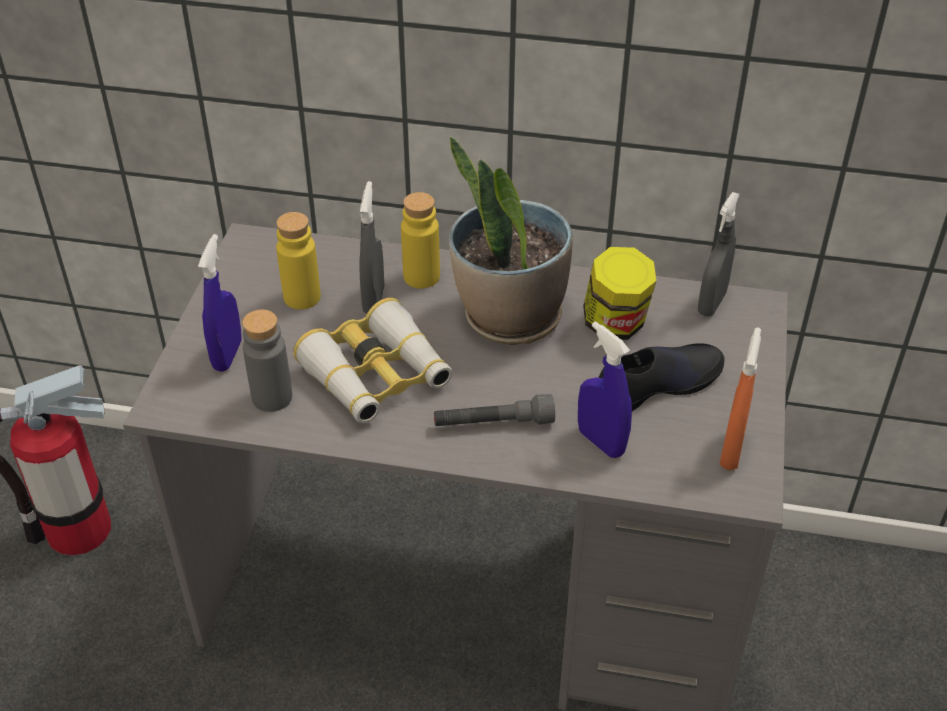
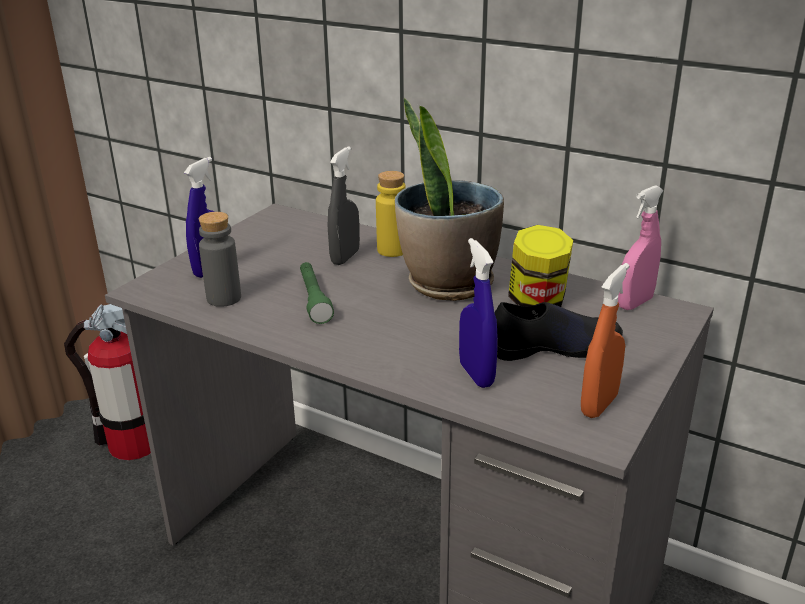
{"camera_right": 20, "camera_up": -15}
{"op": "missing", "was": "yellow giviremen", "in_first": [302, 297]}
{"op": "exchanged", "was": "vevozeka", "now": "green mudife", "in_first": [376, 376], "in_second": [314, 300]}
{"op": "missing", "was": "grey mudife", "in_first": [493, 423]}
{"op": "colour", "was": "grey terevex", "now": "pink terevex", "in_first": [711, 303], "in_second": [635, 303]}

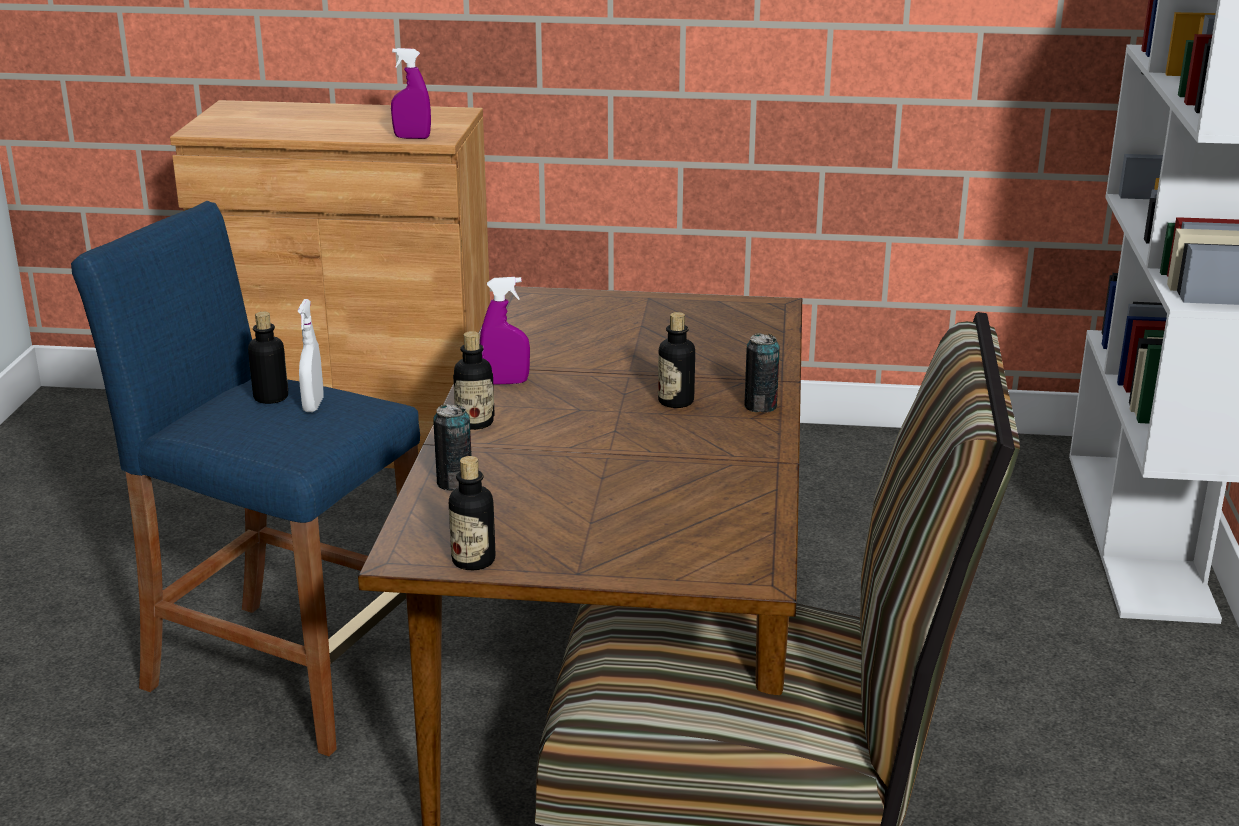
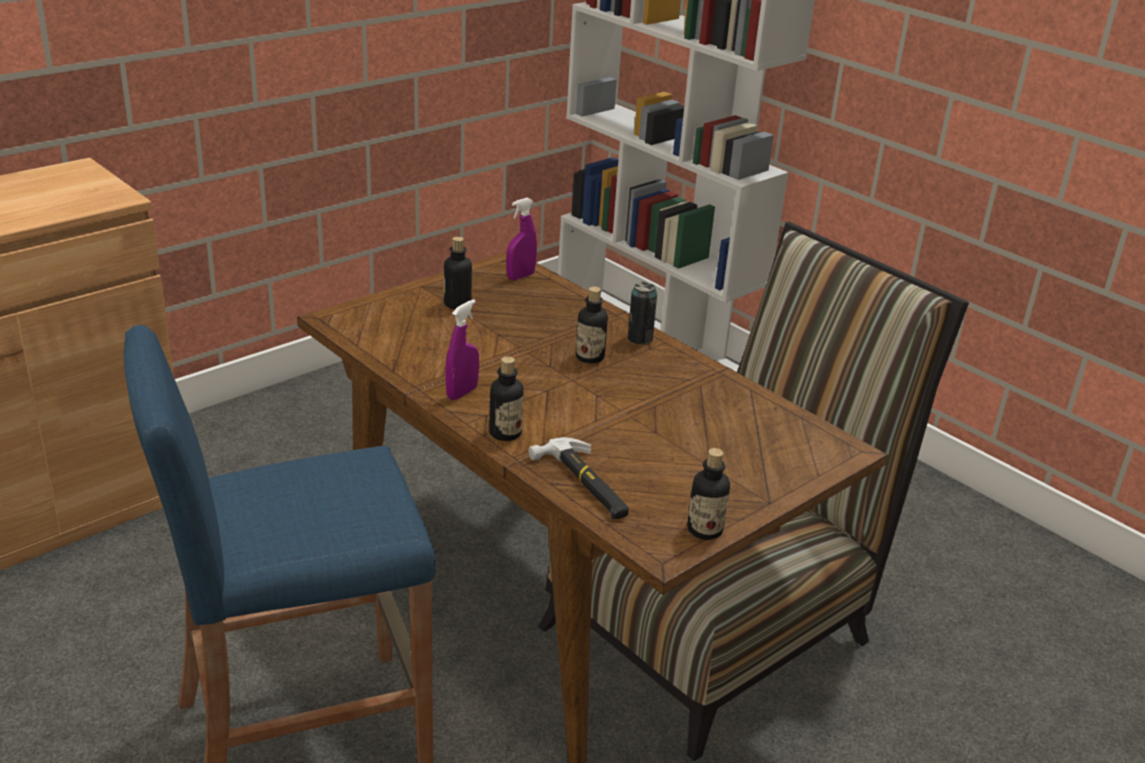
{"camera_right": -50, "camera_up": 5}
{"op": "relocated", "was": "giviremen", "in_first": [271, 397], "in_second": [457, 304]}
{"op": "missing", "was": "white terevex", "in_first": [313, 405]}
{"op": "relocated", "was": "purple terevex", "in_first": [412, 137], "in_second": [520, 276]}
{"op": "exchanged", "was": "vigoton", "now": "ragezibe", "in_first": [455, 483], "in_second": [584, 484]}

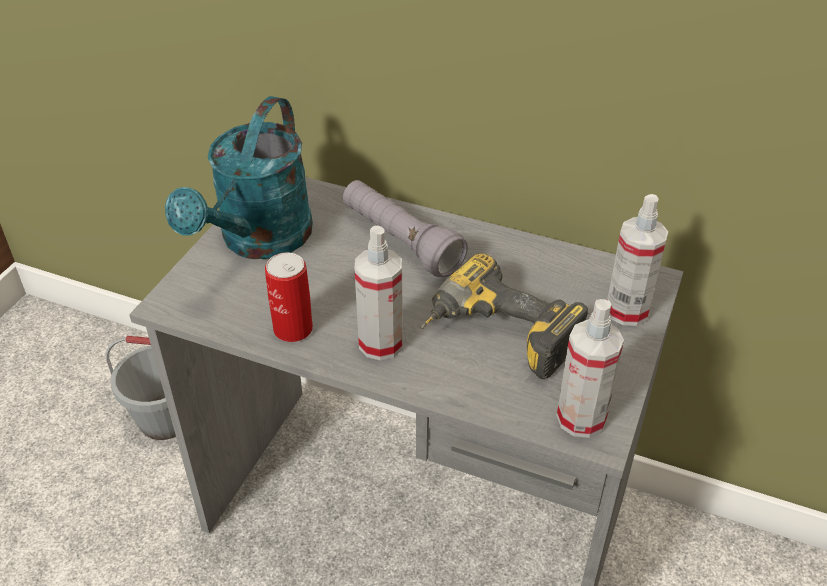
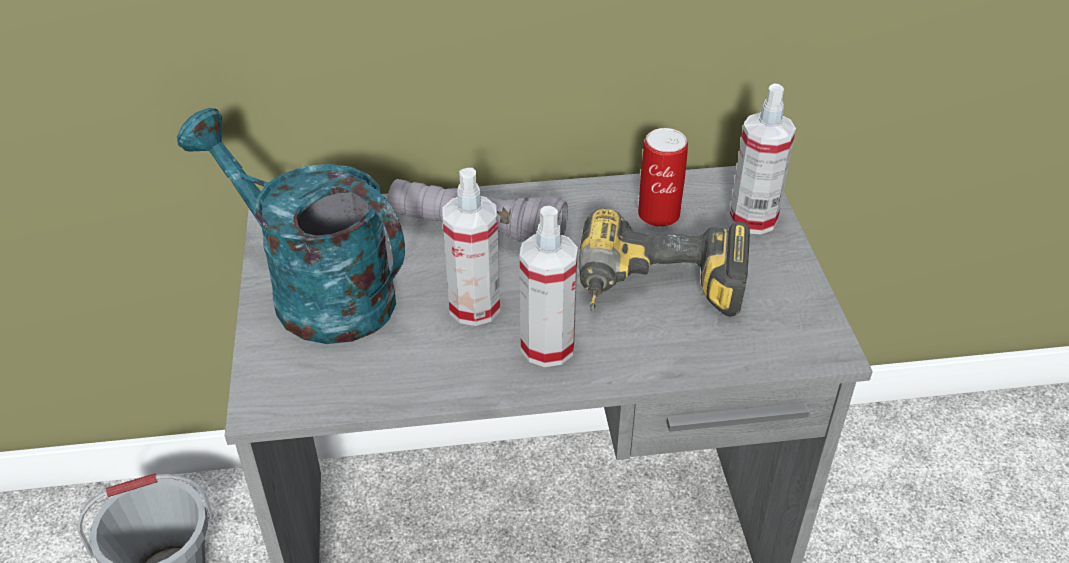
{"camera_right": -30, "camera_up": 0}
{"op": "spun", "was": "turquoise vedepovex", "in_first": [259, 242], "in_second": [315, 291], "clockwise": 135}
{"op": "relocated", "was": "vigoton", "in_first": [293, 329], "in_second": [658, 214]}
{"op": "relocated", "was": "terevex", "in_first": [581, 418], "in_second": [474, 307]}

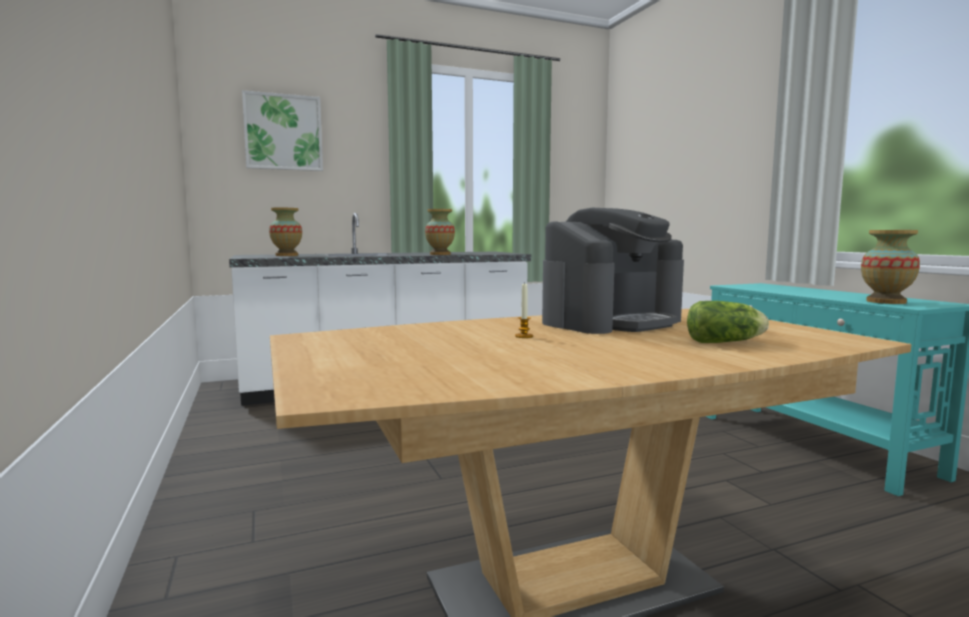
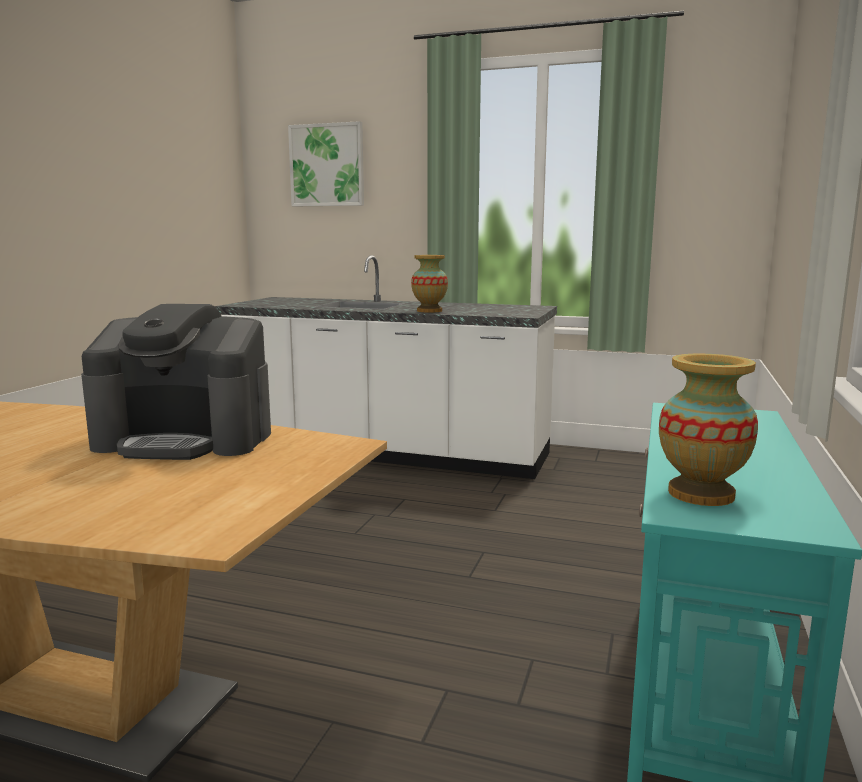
{"camera_right": 40, "camera_up": 5}
{"op": "missing", "was": "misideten", "in_first": [287, 255]}
{"op": "missing", "was": "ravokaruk", "in_first": [524, 336]}
{"op": "missing", "was": "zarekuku", "in_first": [727, 342]}

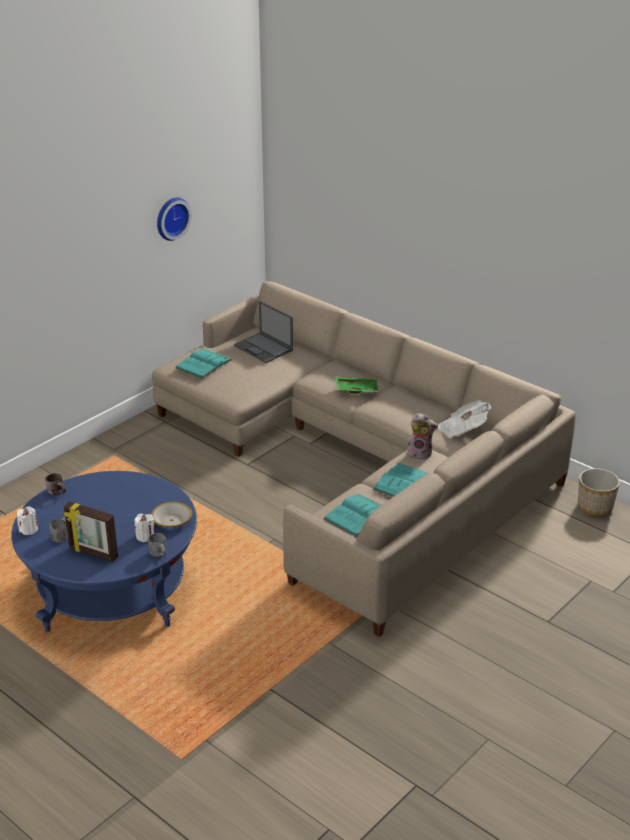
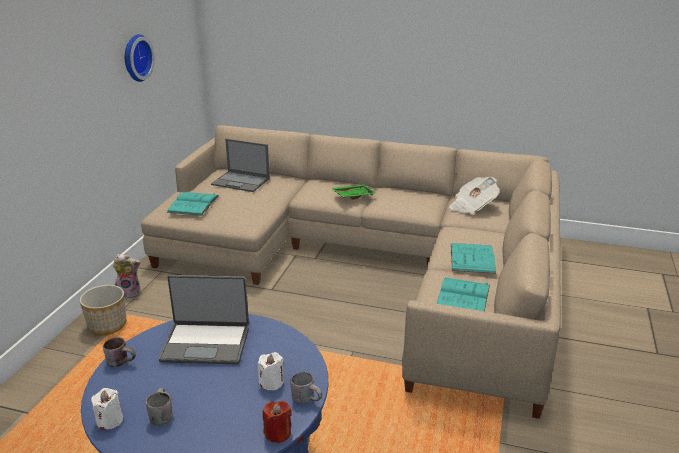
{"camera_right": -25, "camera_up": -5}
{"op": "missing", "was": "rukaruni", "in_first": [93, 553]}
{"op": "missing", "was": "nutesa", "in_first": [171, 521]}
{"op": "relocated", "was": "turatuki", "in_first": [420, 454], "in_second": [130, 293]}
{"op": "relocated", "was": "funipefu", "in_first": [595, 506], "in_second": [108, 325]}
{"op": "appeared", "now": "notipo", "in_second": [206, 343]}
{"op": "appeared", "now": "red ravokaruk", "in_second": [278, 433]}

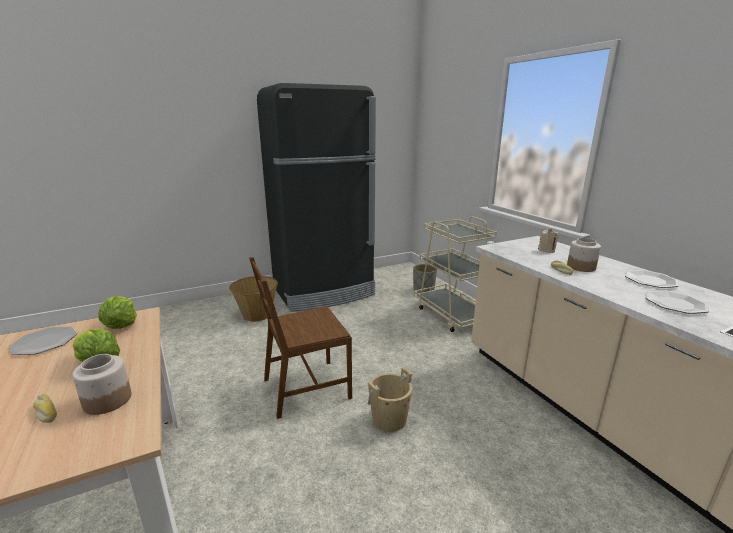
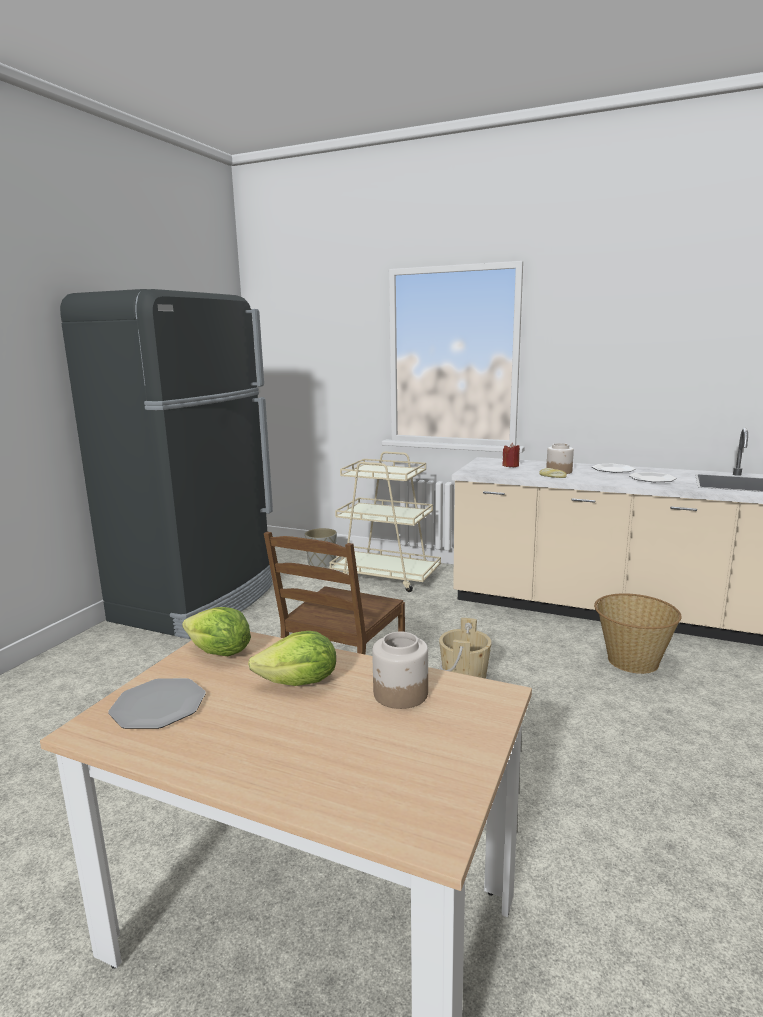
{"camera_right": -40, "camera_up": -5}
{"op": "missing", "was": "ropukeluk", "in_first": [45, 412]}
{"op": "relocated", "was": "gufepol", "in_first": [257, 314], "in_second": [631, 661]}
{"op": "colour", "was": "beige ravokaruk", "now": "red ravokaruk", "in_first": [546, 250], "in_second": [511, 466]}

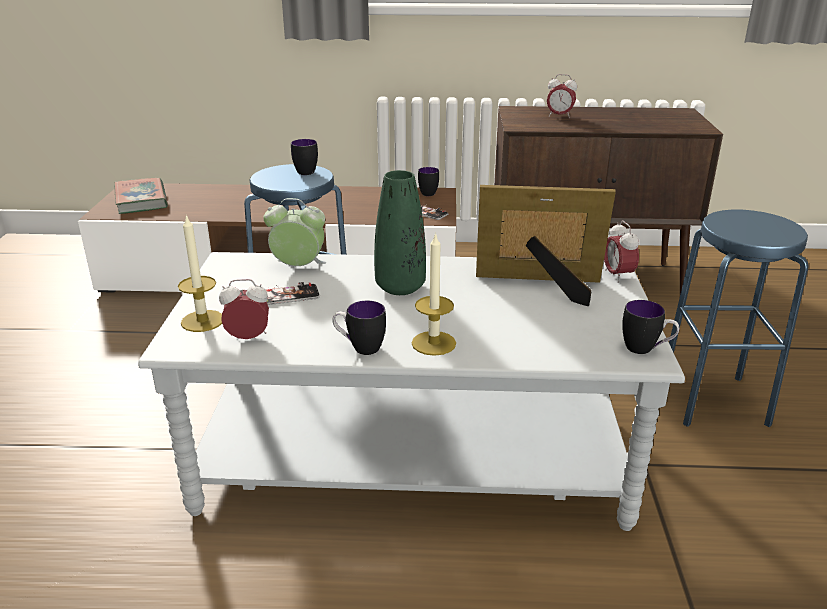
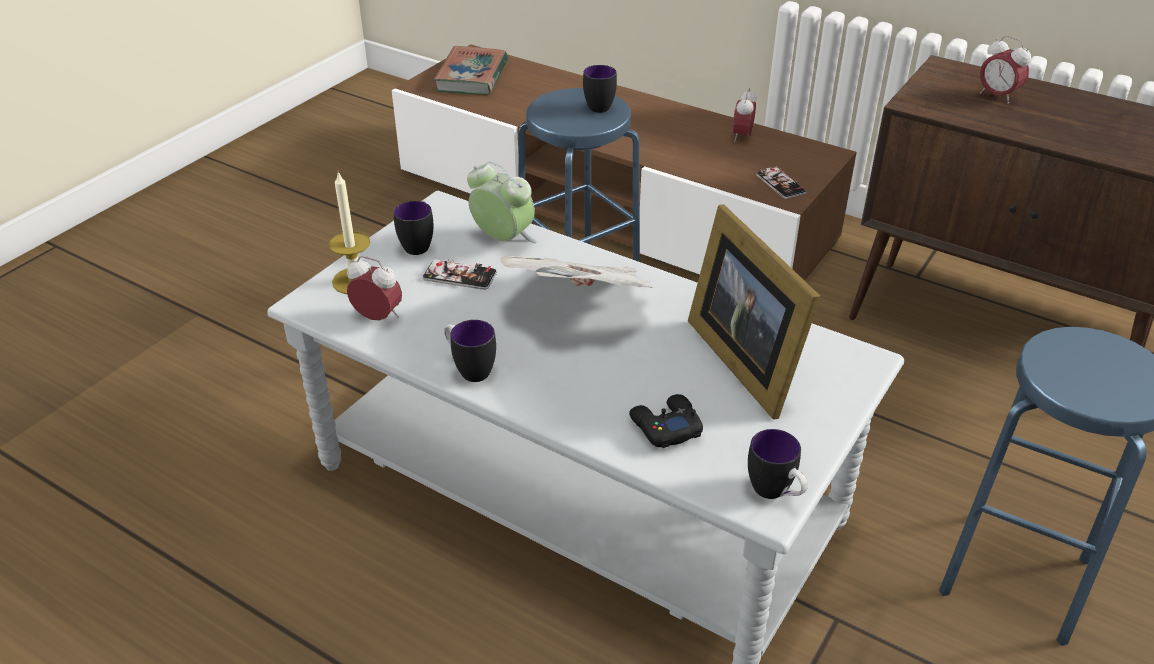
{"camera_right": 30, "camera_up": 10}
{"op": "exchanged", "was": "green misideten", "now": "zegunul", "in_first": [400, 287], "in_second": [582, 304]}
{"op": "missing", "was": "ravokaruk", "in_first": [433, 343]}
{"op": "relocated", "was": "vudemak", "in_first": [426, 192], "in_second": [419, 244]}
{"op": "spun", "was": "rukaruni", "in_first": [542, 286], "in_second": [746, 358], "clockwise": -150}
{"op": "relocated", "was": "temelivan", "in_first": [617, 276], "in_second": [742, 136]}
{"op": "appeared", "now": "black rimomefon", "in_second": [665, 427]}

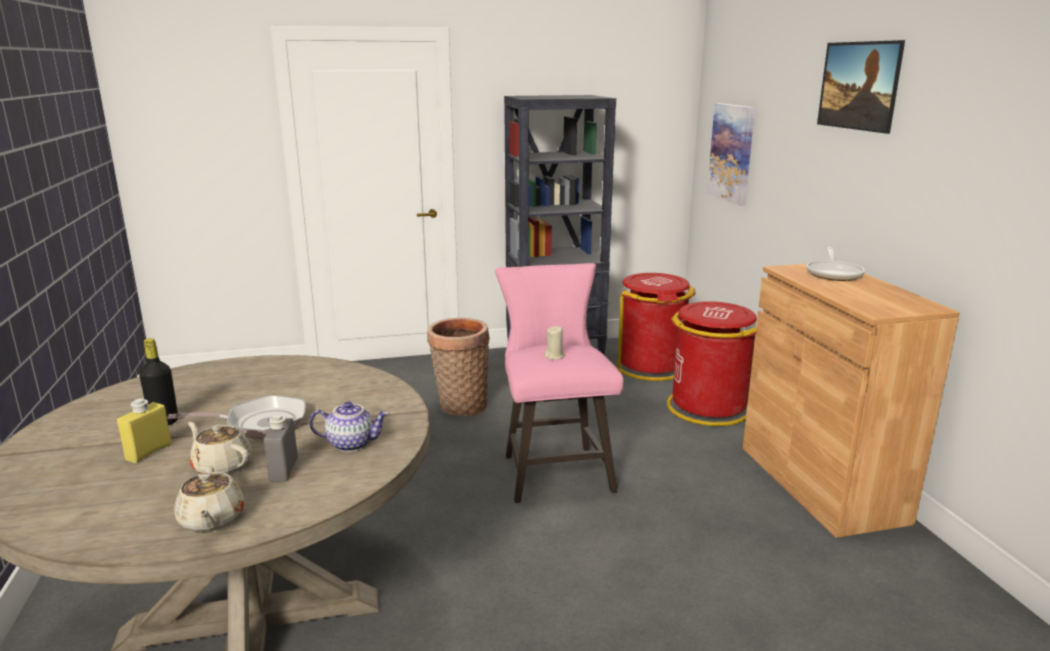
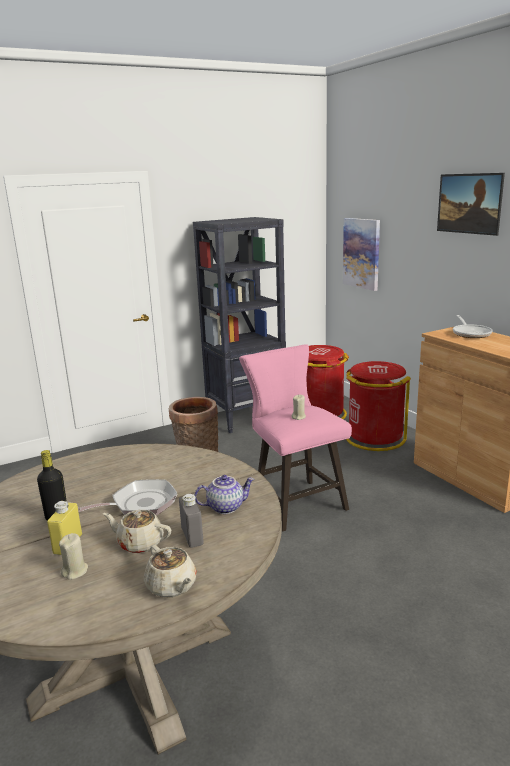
{"camera_right": -15, "camera_up": 0}
{"op": "appeared", "now": "beige ravokaruk", "in_second": [75, 571]}

